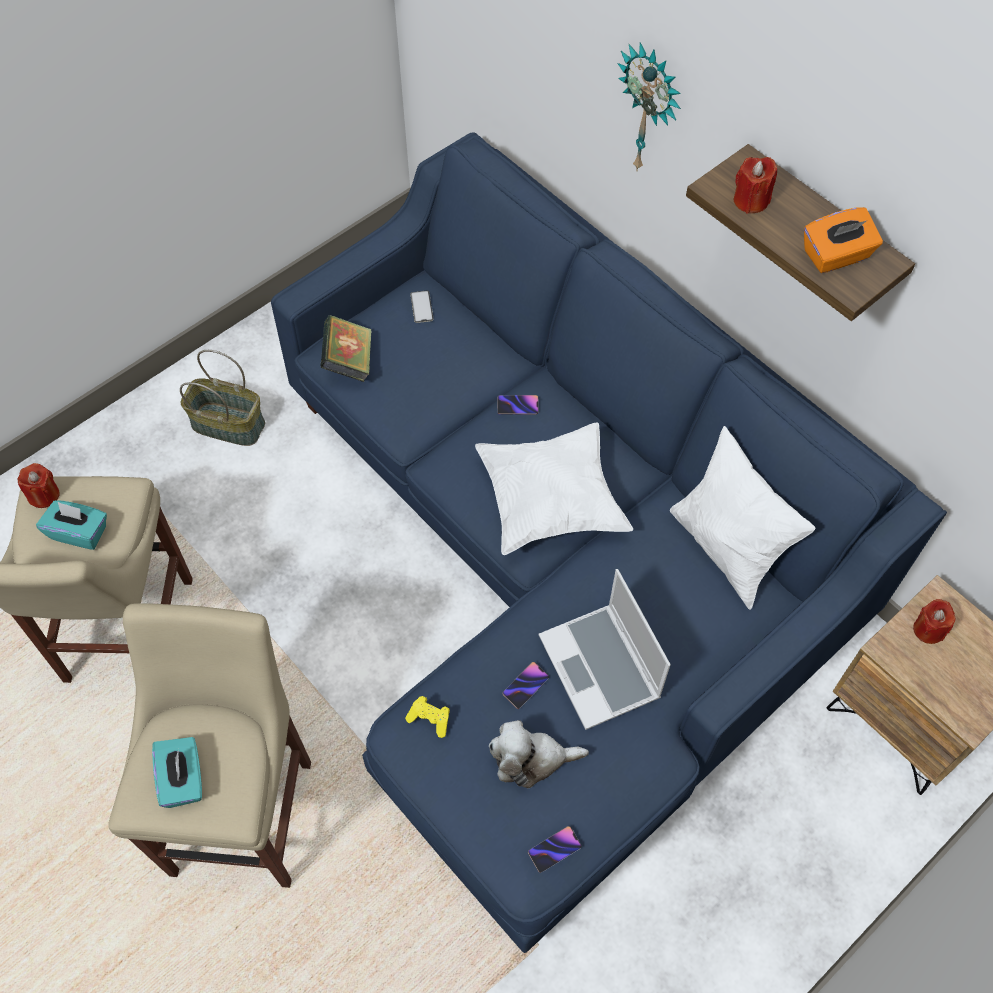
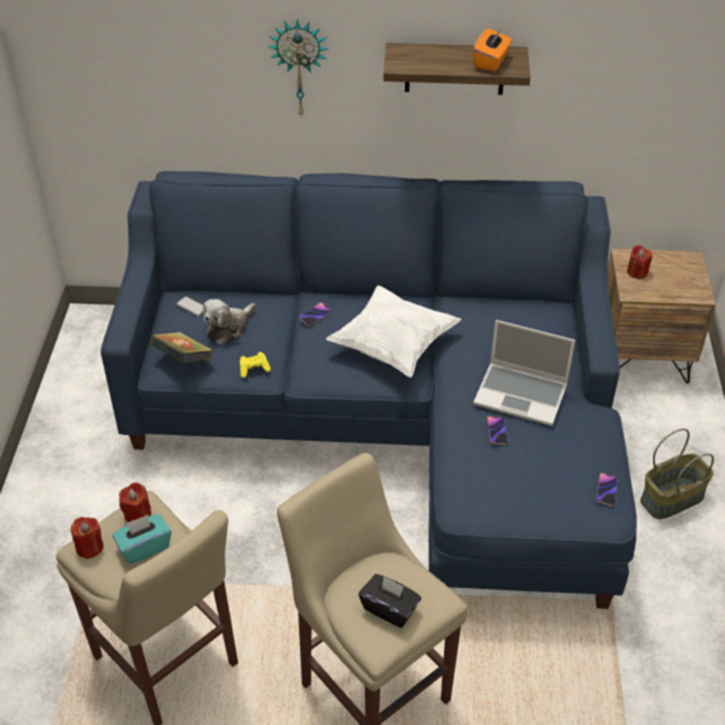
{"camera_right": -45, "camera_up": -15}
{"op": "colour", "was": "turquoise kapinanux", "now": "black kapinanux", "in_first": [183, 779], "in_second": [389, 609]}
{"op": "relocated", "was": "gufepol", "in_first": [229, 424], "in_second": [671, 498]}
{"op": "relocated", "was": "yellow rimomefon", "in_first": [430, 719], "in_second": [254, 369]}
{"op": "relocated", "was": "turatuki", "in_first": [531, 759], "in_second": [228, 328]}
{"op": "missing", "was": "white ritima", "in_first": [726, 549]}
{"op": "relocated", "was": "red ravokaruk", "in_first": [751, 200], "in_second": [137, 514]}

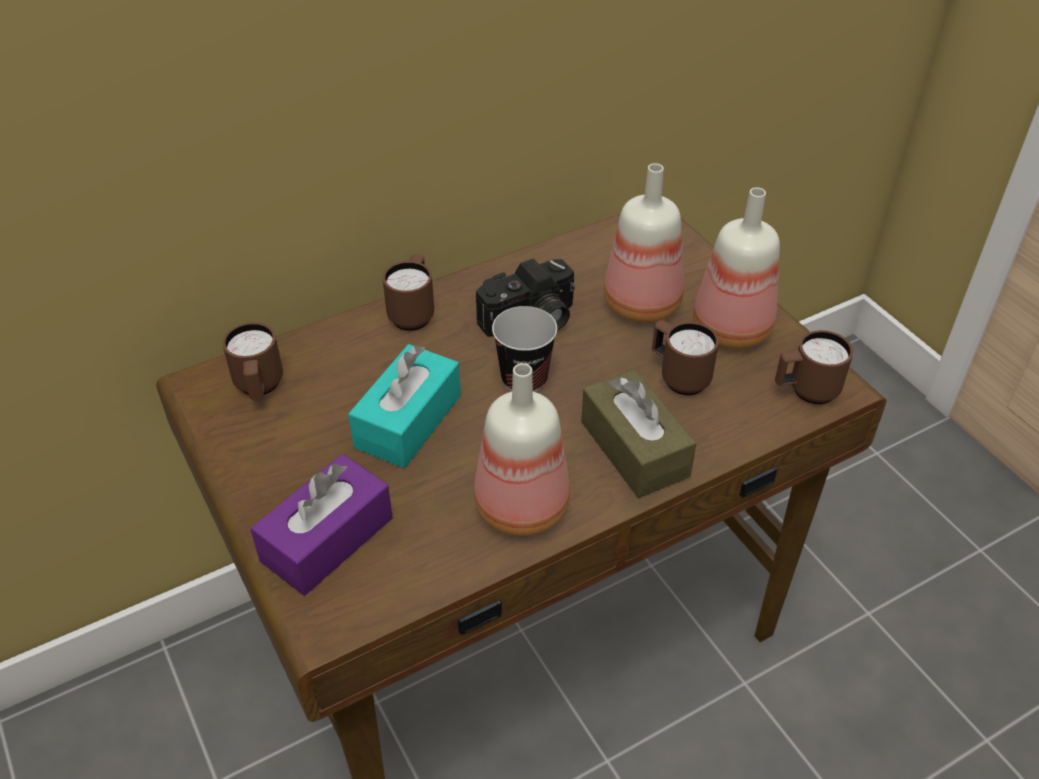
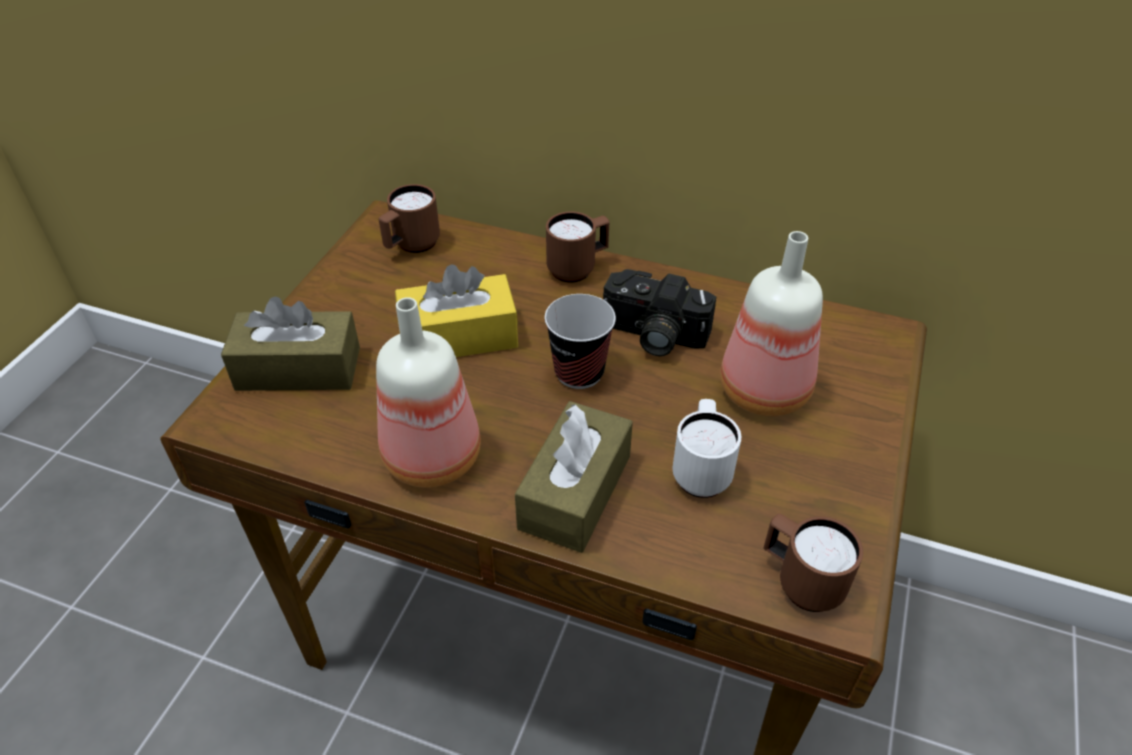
{"camera_right": 50, "camera_up": 0}
{"op": "colour", "was": "purple kapinanux", "now": "brown kapinanux", "in_first": [327, 539], "in_second": [298, 369]}
{"op": "colour", "was": "turquoise kapinanux", "now": "yellow kapinanux", "in_first": [408, 421], "in_second": [459, 337]}
{"op": "colour", "was": "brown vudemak", "now": "white vudemak", "in_first": [678, 377], "in_second": [701, 471]}
{"op": "missing", "was": "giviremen", "in_first": [732, 331]}

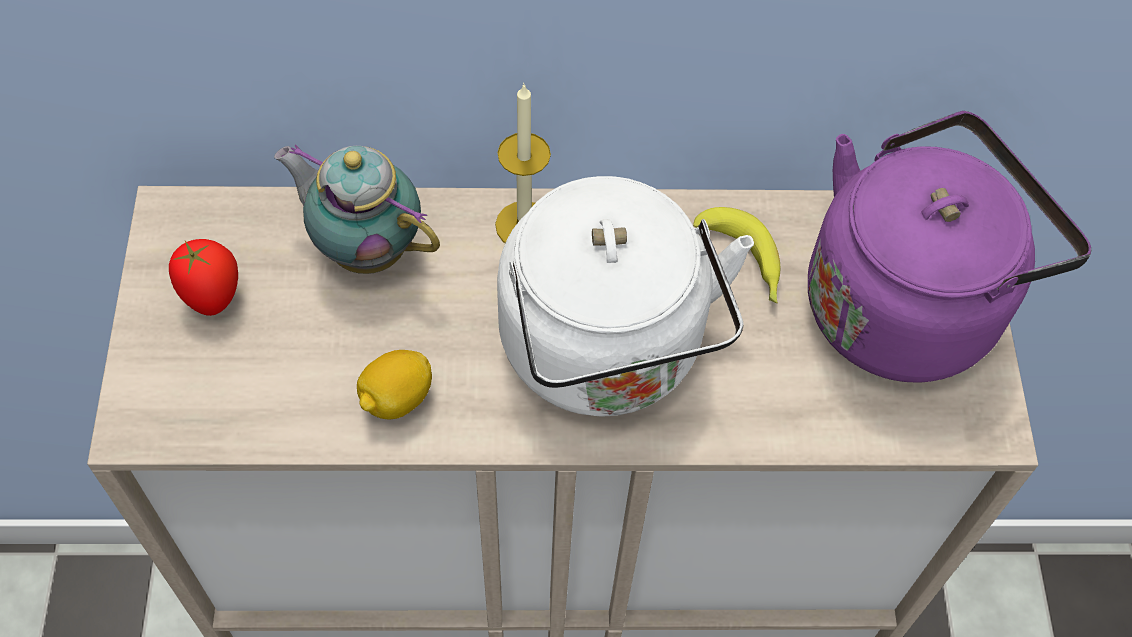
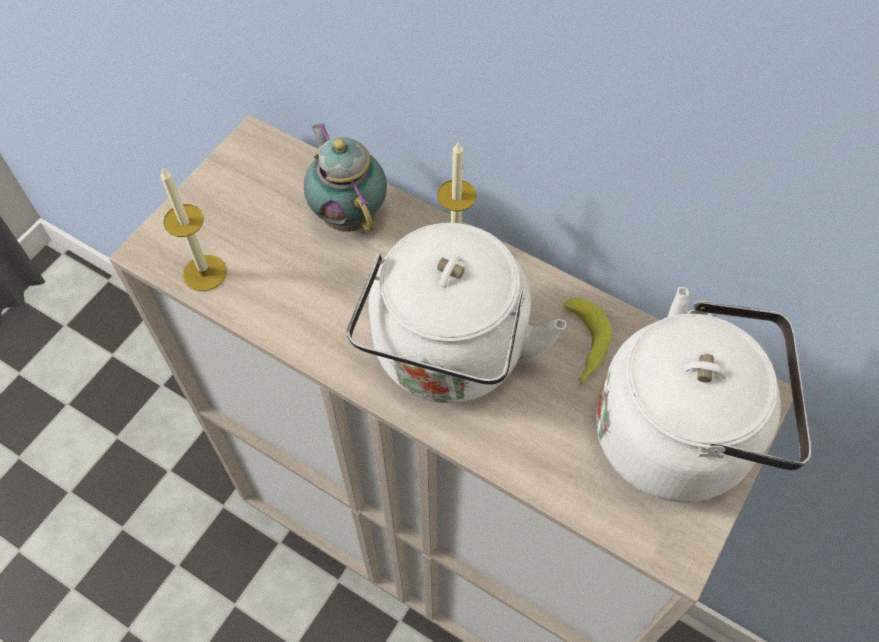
{"camera_right": 35, "camera_up": 0}
{"op": "missing", "was": "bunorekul", "in_first": [212, 296]}
{"op": "missing", "was": "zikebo", "in_first": [396, 398]}
{"op": "colour", "was": "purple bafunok", "now": "white bafunok", "in_first": [908, 302], "in_second": [681, 434]}
{"op": "appeared", "now": "ravokaruk", "in_second": [204, 273]}

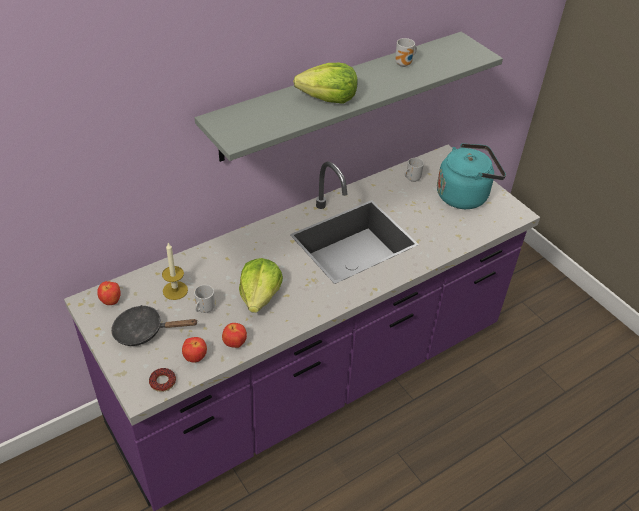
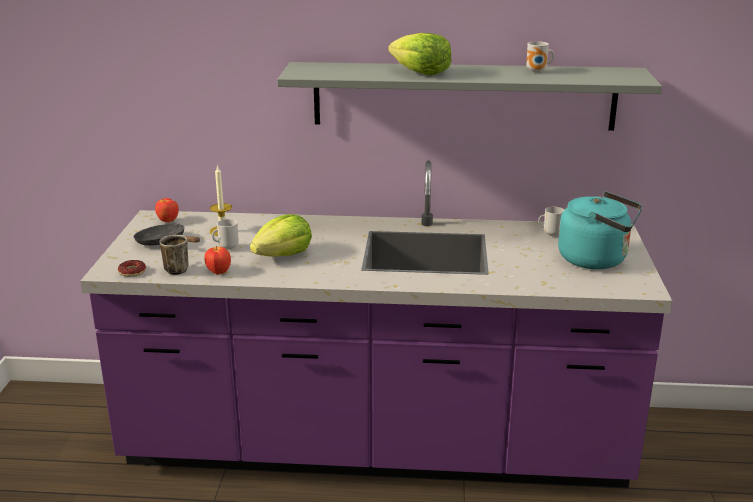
{"camera_right": 40, "camera_up": -20}
{"op": "exchanged", "was": "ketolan", "now": "vudemak", "in_first": [195, 357], "in_second": [176, 269]}

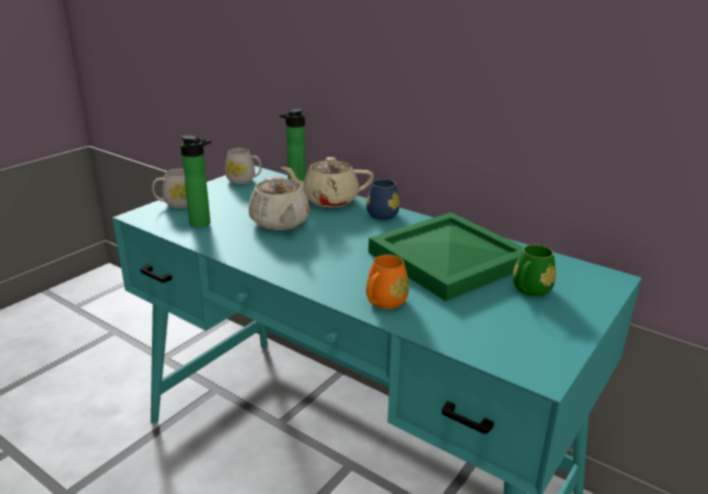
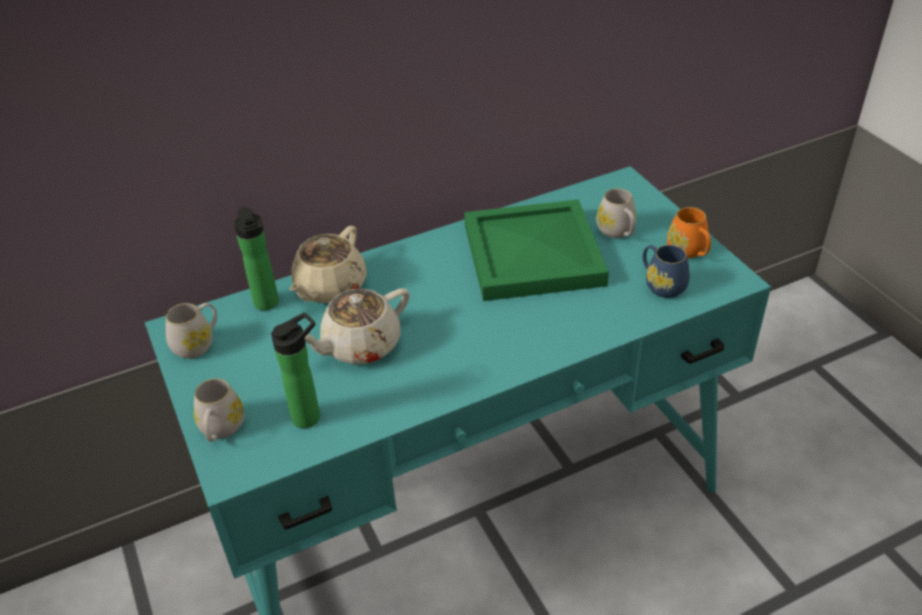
{"camera_right": -60, "camera_up": 15}
{"op": "spun", "was": "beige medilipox", "in_first": [280, 222], "in_second": [360, 345], "clockwise": 135}
{"op": "relocated", "was": "blue vudemak", "in_first": [384, 213], "in_second": [661, 285]}
{"op": "relocated", "was": "orange vudemak", "in_first": [383, 303], "in_second": [689, 252]}
{"op": "colour", "was": "green vudemak", "now": "white vudemak", "in_first": [529, 291], "in_second": [618, 232]}

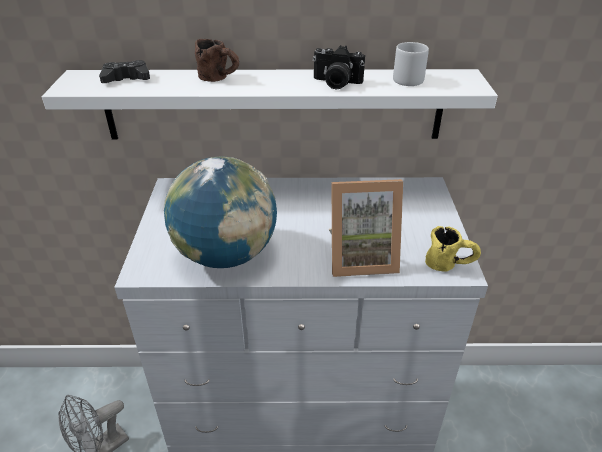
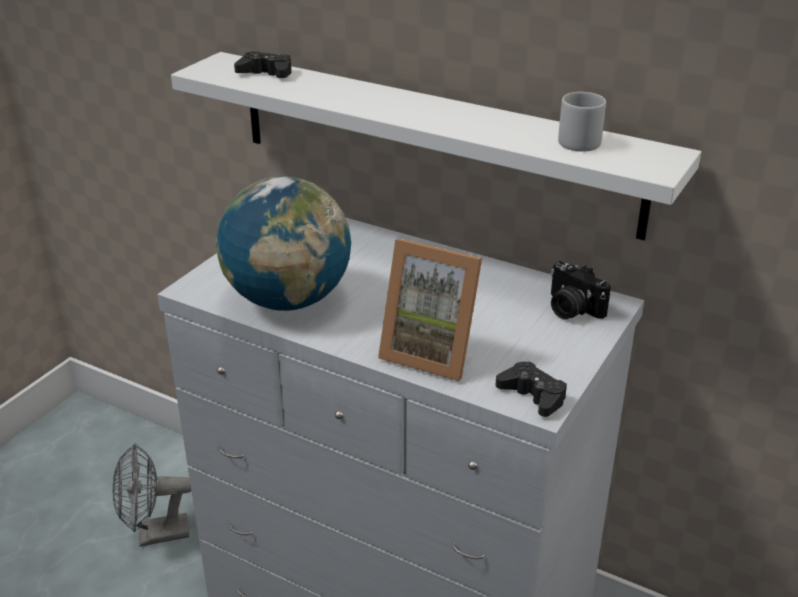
{"camera_right": 30, "camera_up": -5}
{"op": "missing", "was": "brown vudemak", "in_first": [220, 79]}
{"op": "relocated", "was": "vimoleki", "in_first": [336, 83], "in_second": [571, 309]}
{"op": "exchanged", "was": "yellow vudemak", "now": "black rimomefon", "in_first": [450, 265], "in_second": [533, 395]}

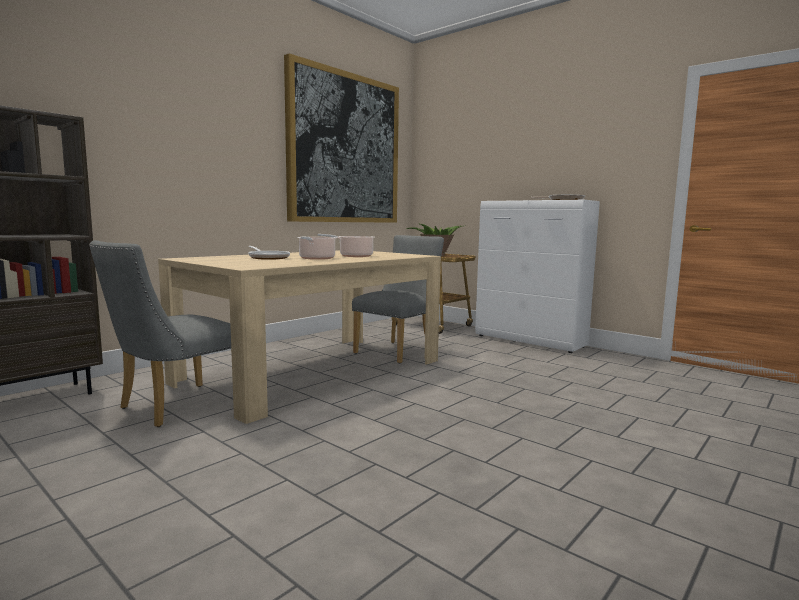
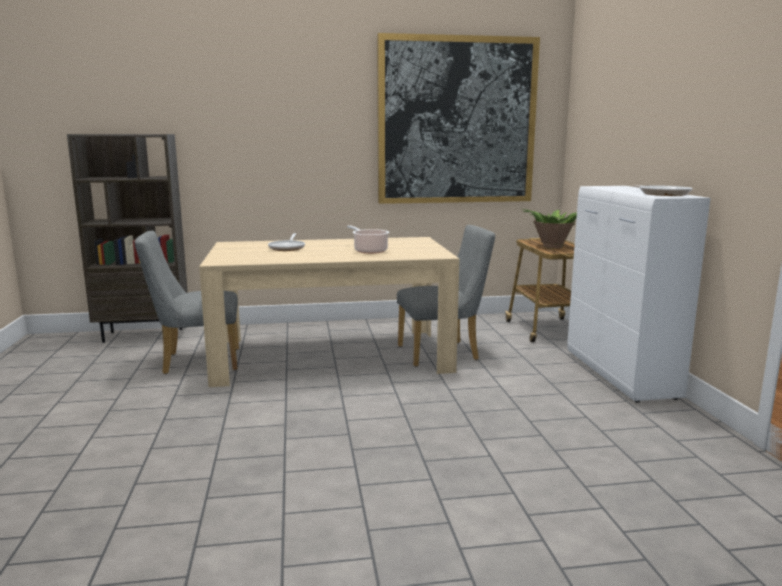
{"camera_right": 40, "camera_up": 5}
{"op": "missing", "was": "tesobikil", "in_first": [316, 258]}

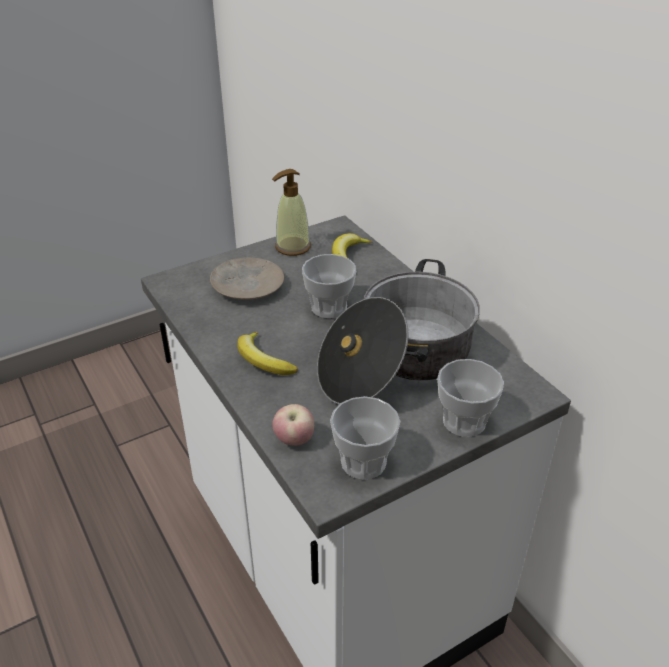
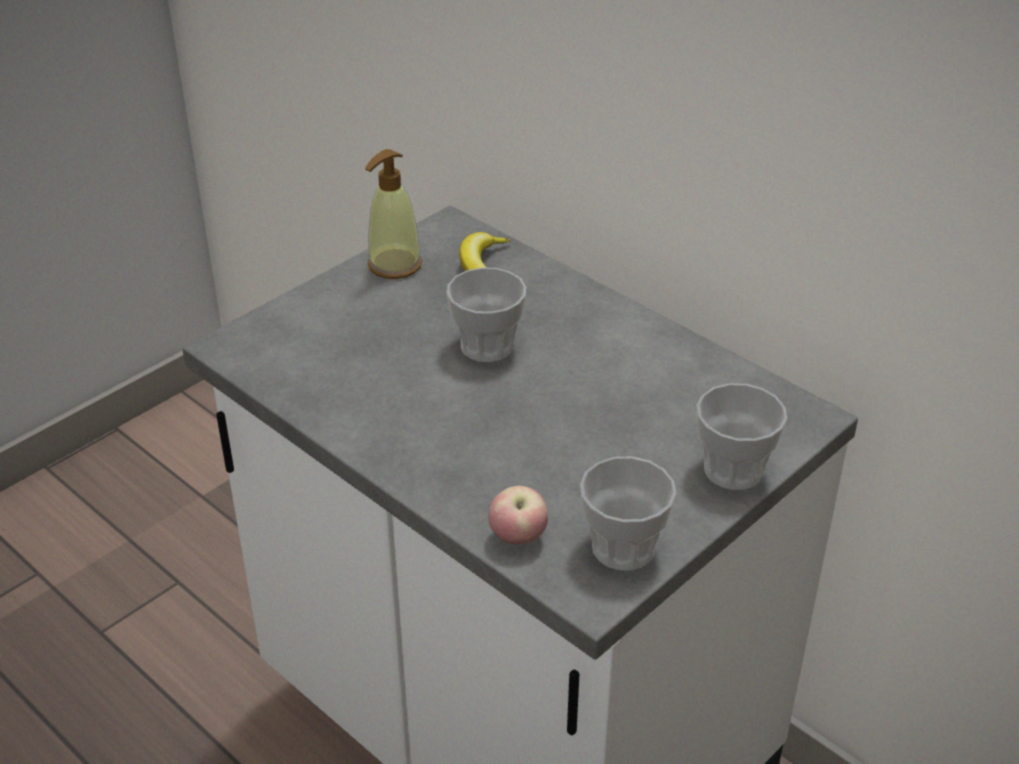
{"camera_right": -15, "camera_up": 0}
{"op": "missing", "was": "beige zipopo", "in_first": [247, 286]}
{"op": "missing", "was": "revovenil", "in_first": [263, 361]}
{"op": "missing", "was": "tesobikil", "in_first": [396, 361]}

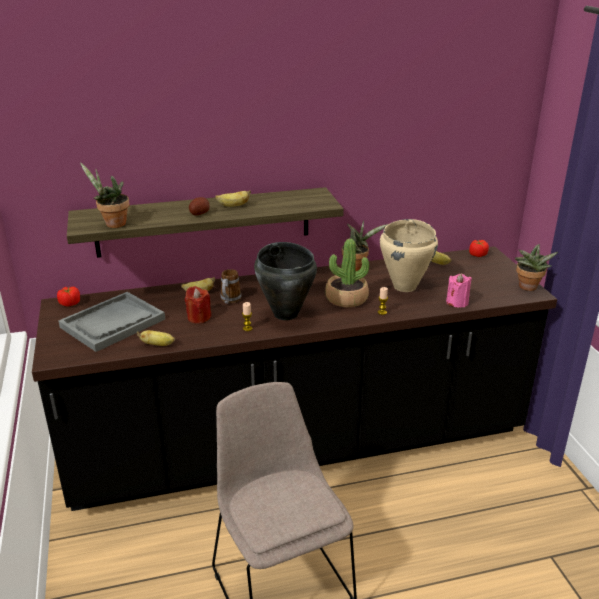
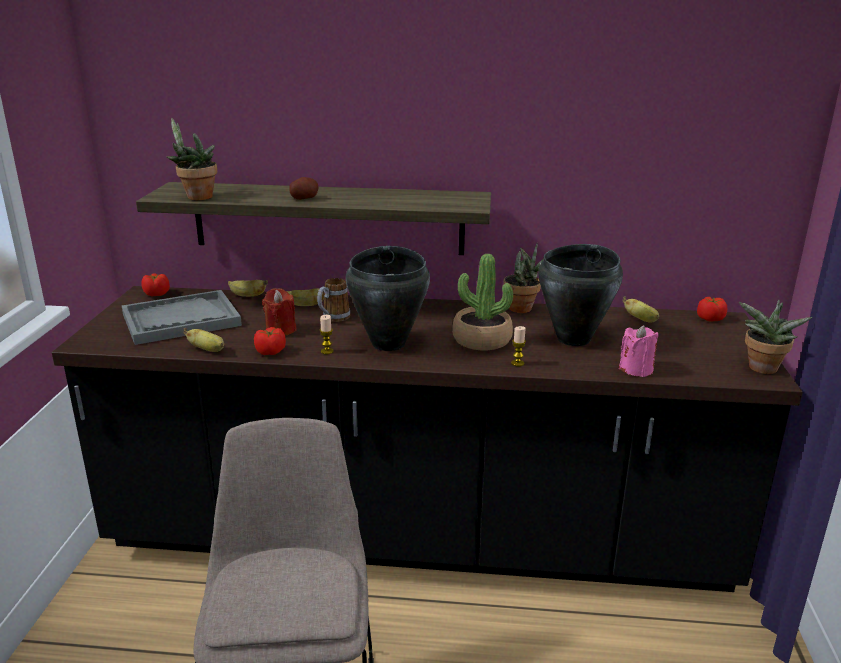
{"camera_right": 20, "camera_up": -5}
{"op": "relocated", "was": "revovenil", "in_first": [233, 206], "in_second": [247, 296]}
{"op": "colour", "was": "beige tesobikil", "now": "black tesobikil", "in_first": [405, 286], "in_second": [574, 339]}
{"op": "appeared", "now": "bunorekul", "in_second": [270, 352]}

